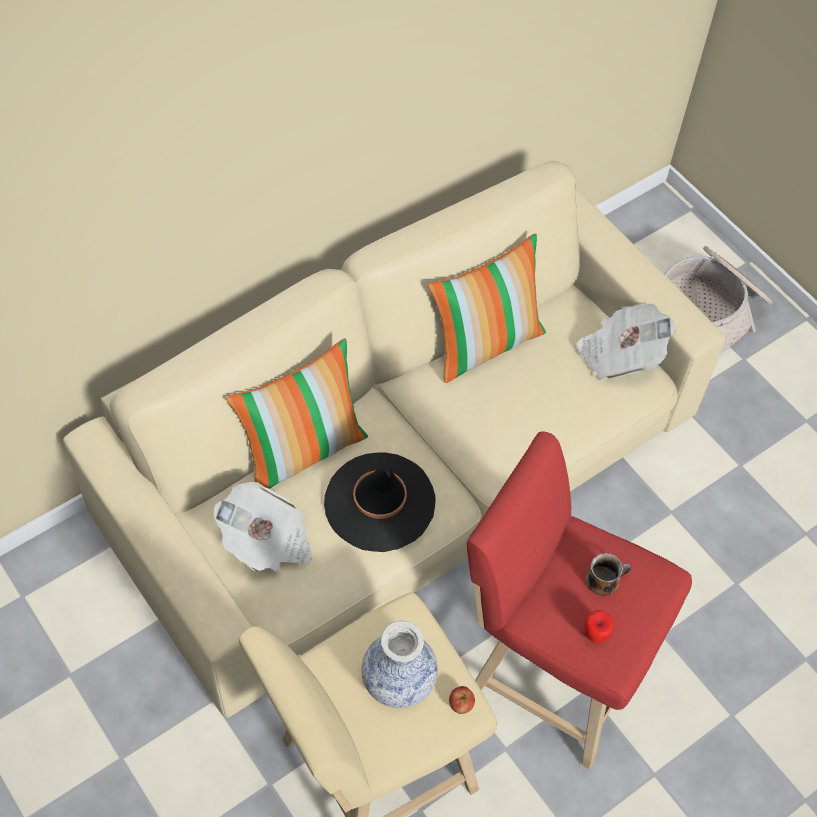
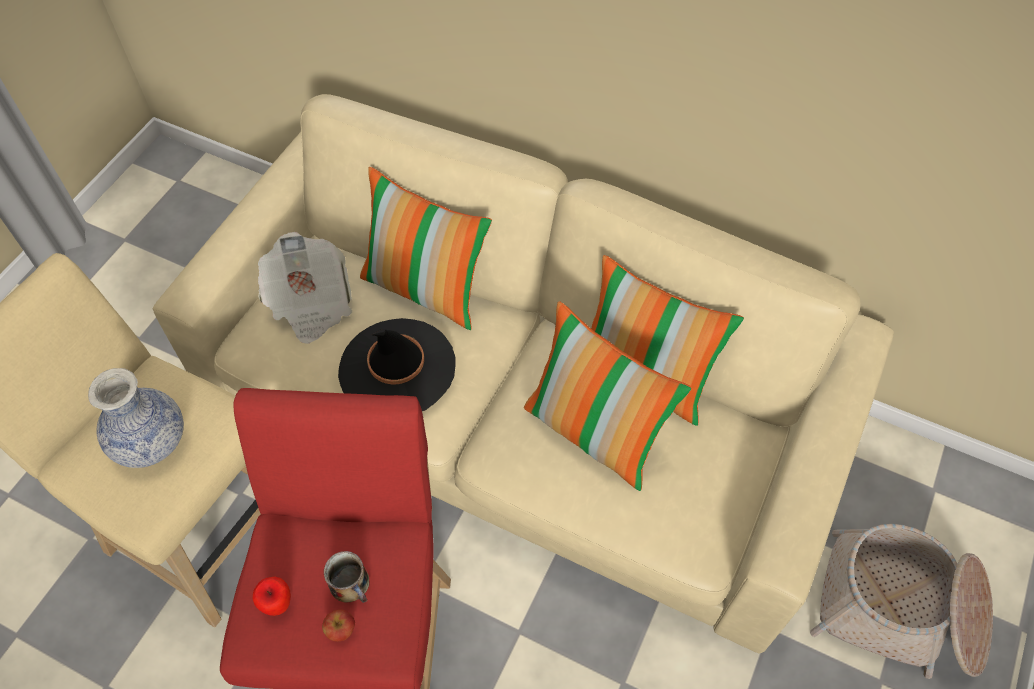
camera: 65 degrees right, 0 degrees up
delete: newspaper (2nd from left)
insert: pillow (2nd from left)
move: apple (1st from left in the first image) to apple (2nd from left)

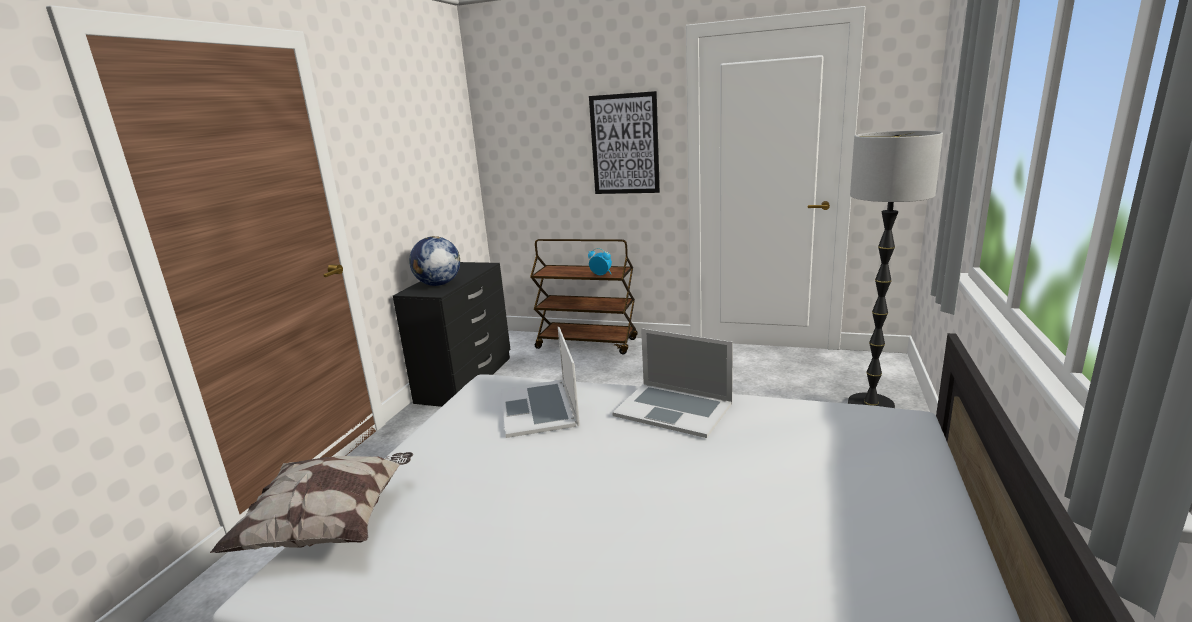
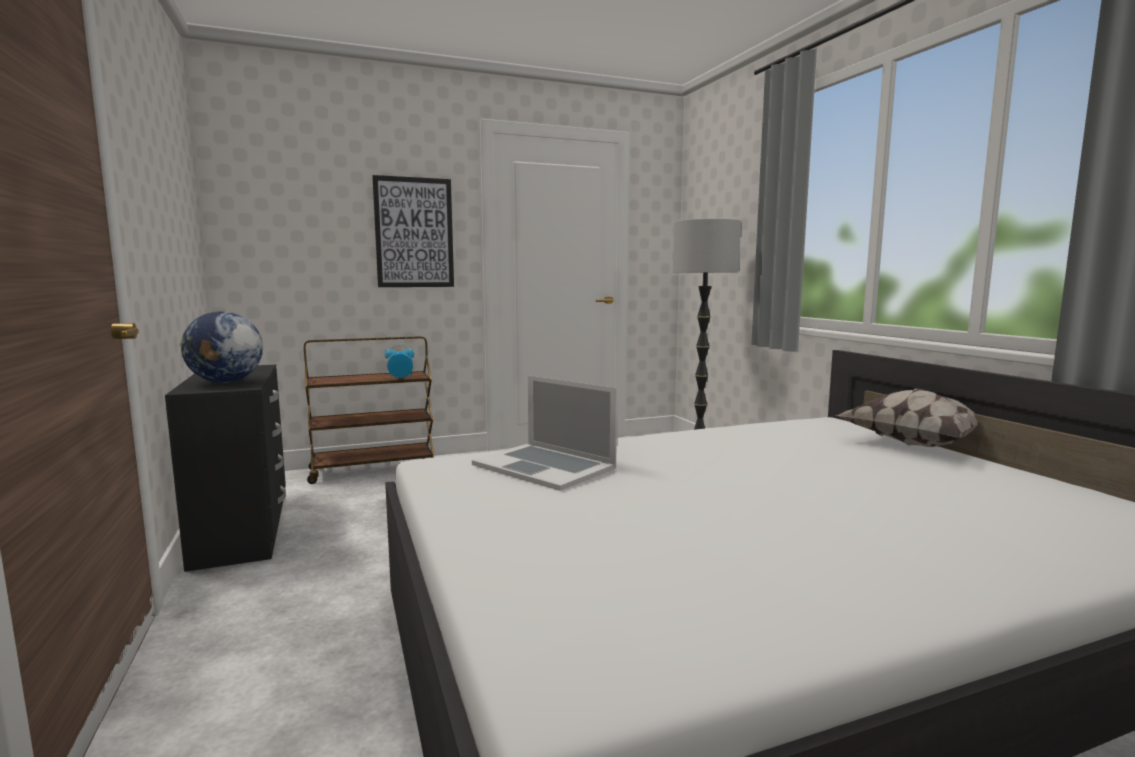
camera: 40 degrees left, 10 degrees down
delete: laptop (2nd from left)
move: pillow

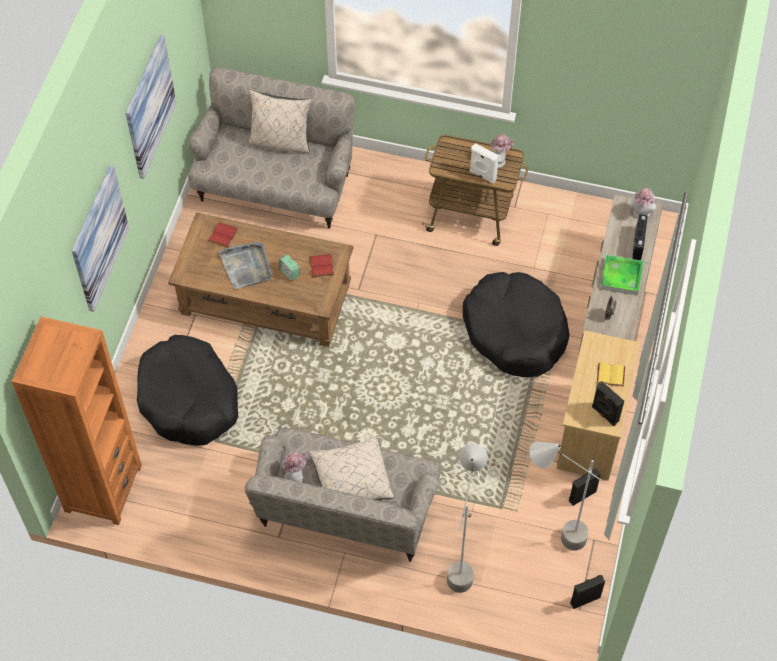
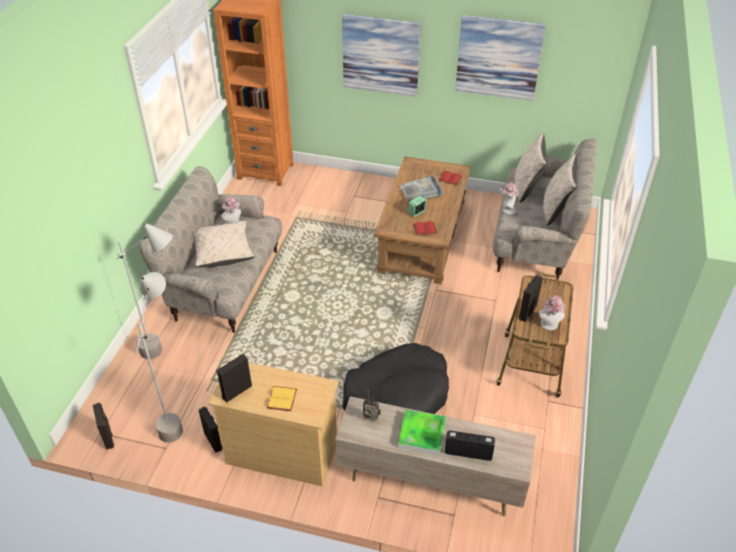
camera: 90 degrees right, 15 degrees down
delete: dog bed (black) (1st from left)
insert: pillow (beige) (2nd from left)
move: hat (3rd from left in the first image) to hat (2nd from left)
recolor: speaker (white) to speaker (black) (4th from left)

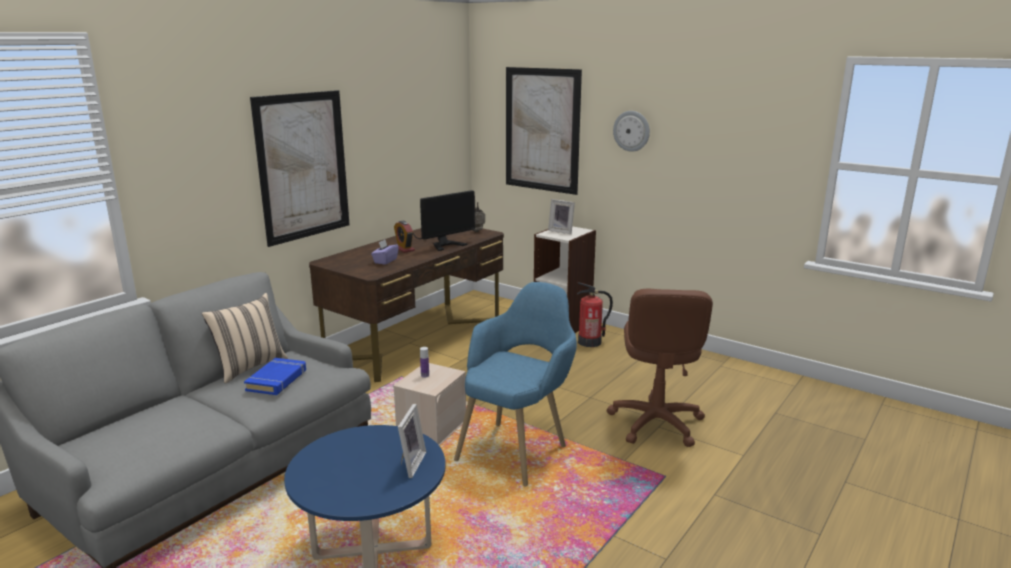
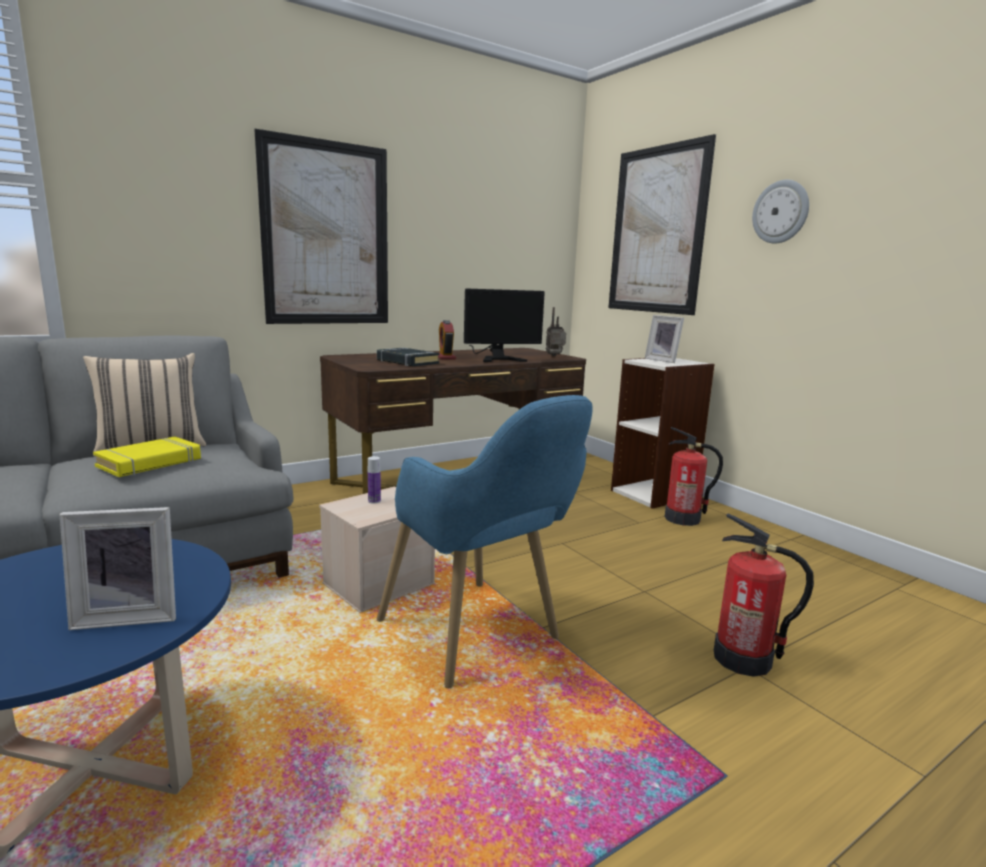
camera: 20 degrees right, 5 degrees down
replace: tissue box (purple) to book (black); office chair (brown) to fire extinguisher (2nd from left)
recolor: book (blue) to book (yellow)
rotate: picture frame (1st from left) 45 degrees clockwise; armchair (blue) 90 degrees clockwise

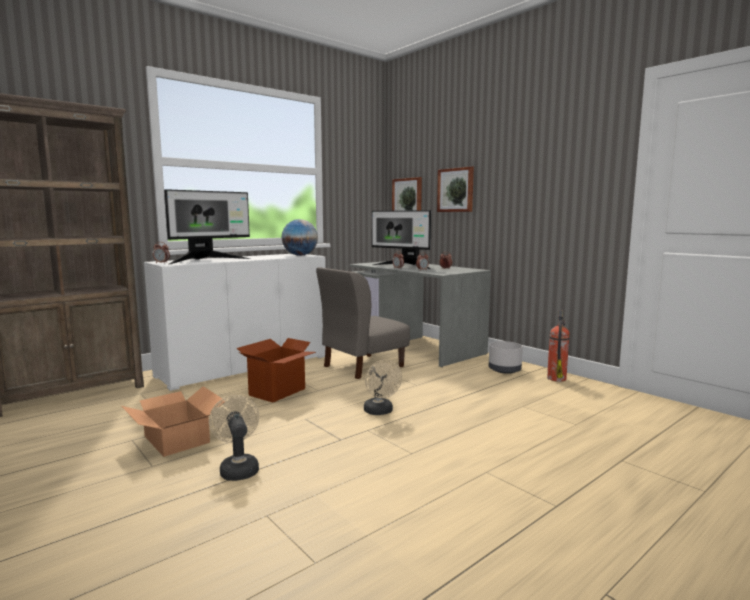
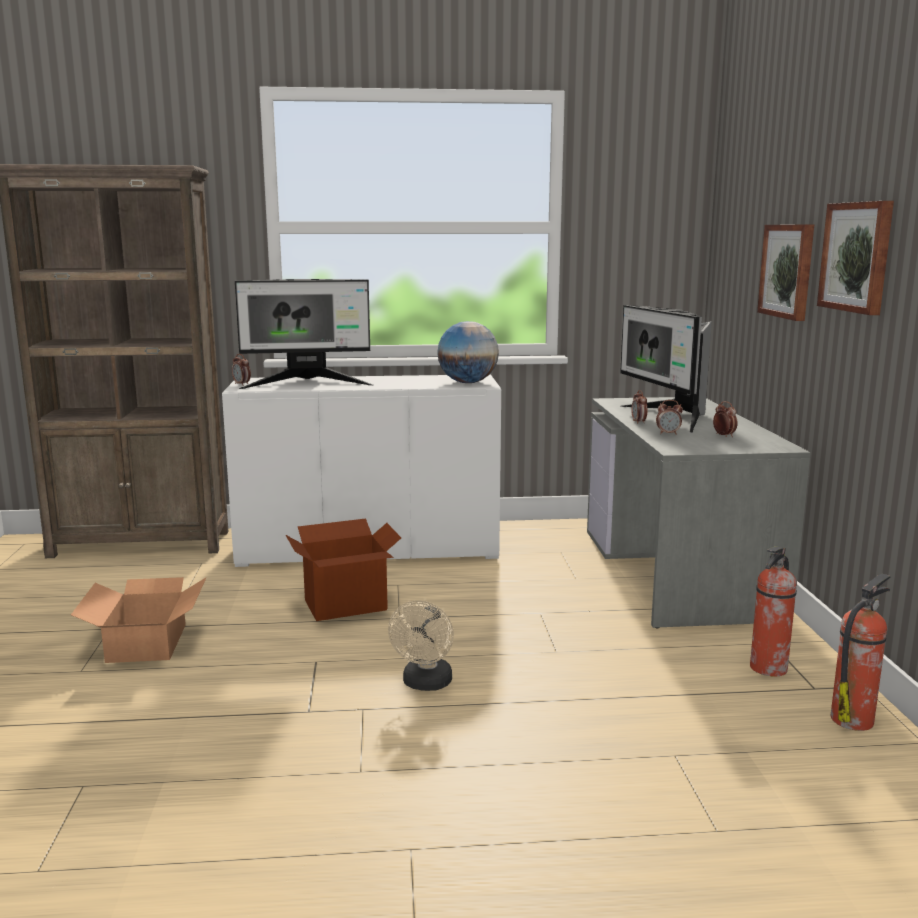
camera: 35 degrees right, 5 degrees up
delete: fan (beige) (1st from left); chair (grey)
move: picture (1st from left in the first image) to picture (2nd from left)
replace: planter (grey) to fire extinguisher (1st from left)

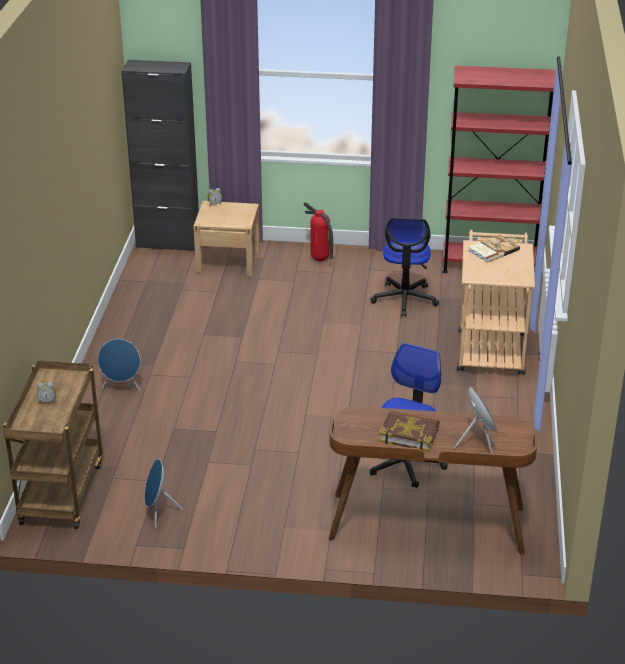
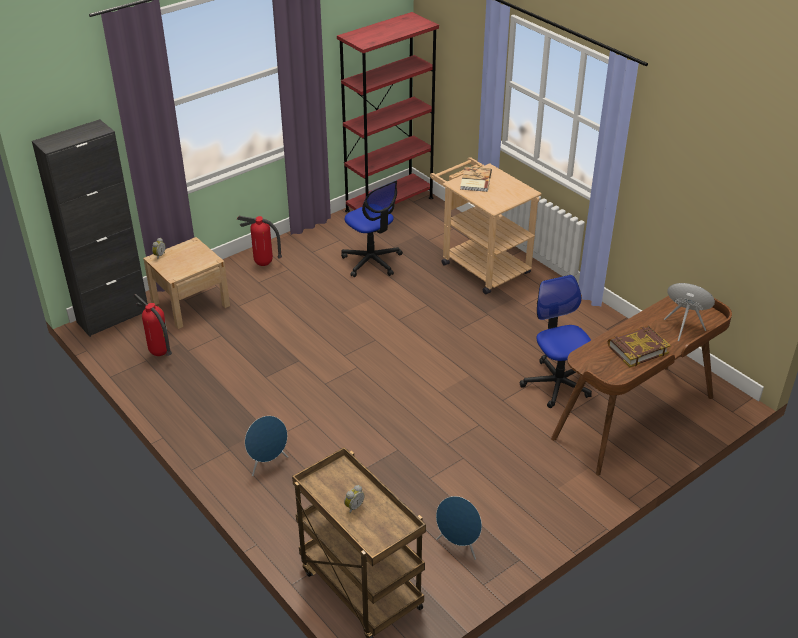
camera: 45 degrees left, 5 degrees up
insert: fire extinguisher (1st from left)

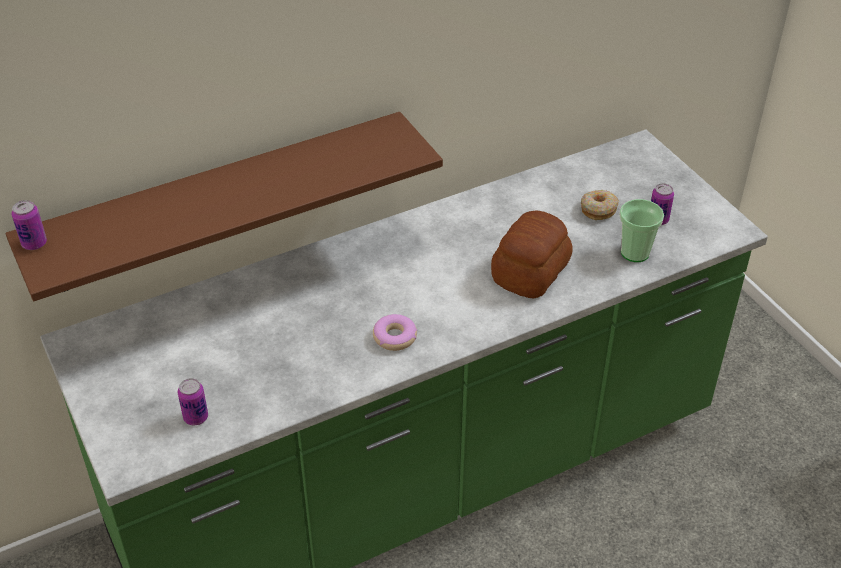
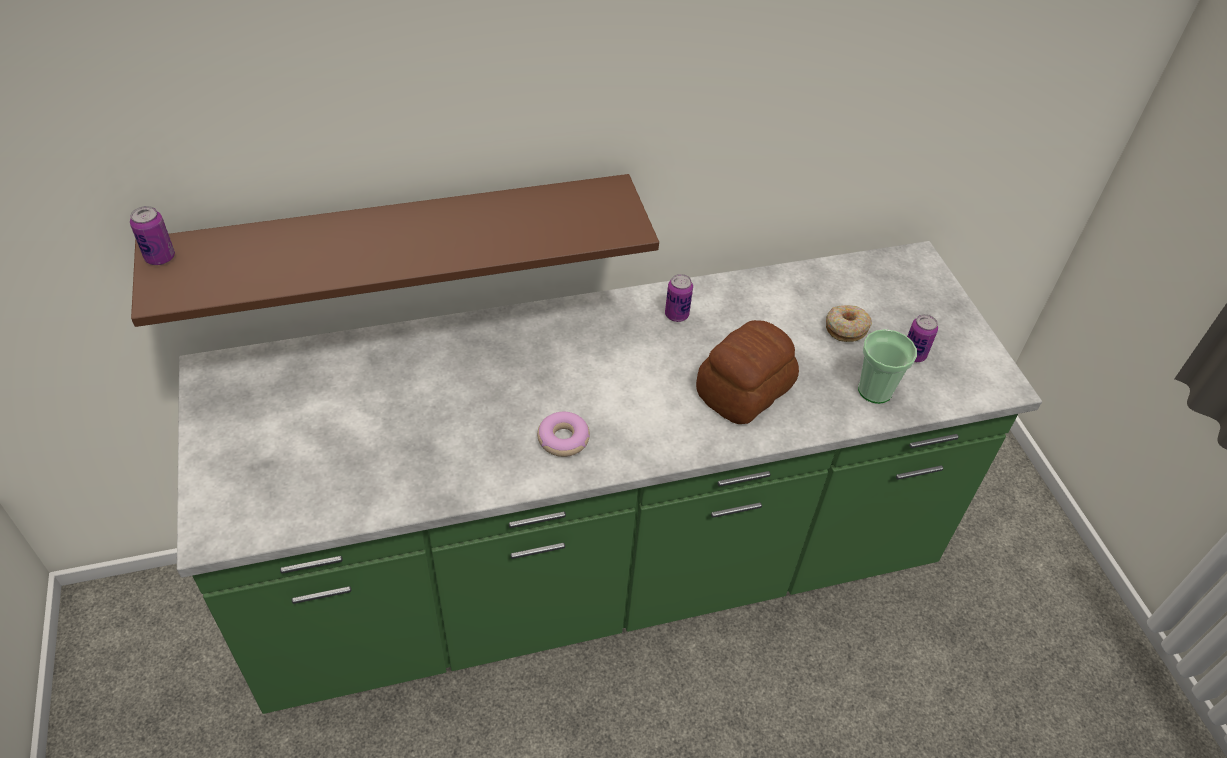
camera: 10 degrees right, 5 degrees up
move: can (2nd from left)

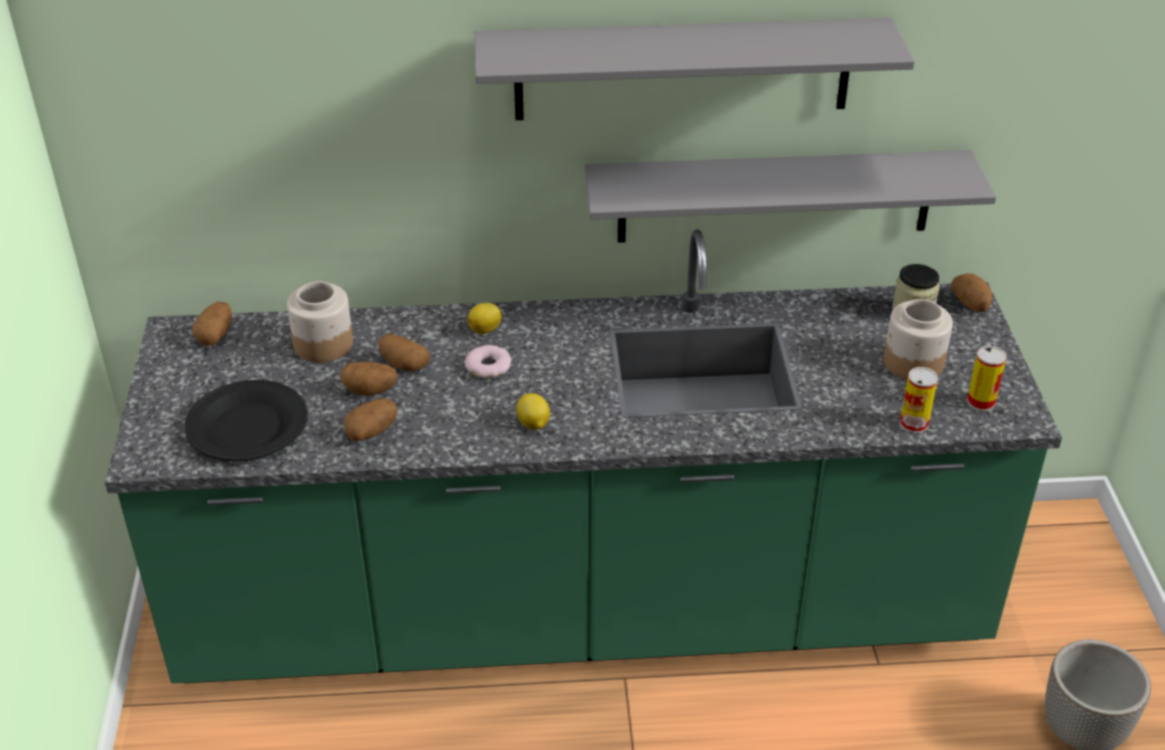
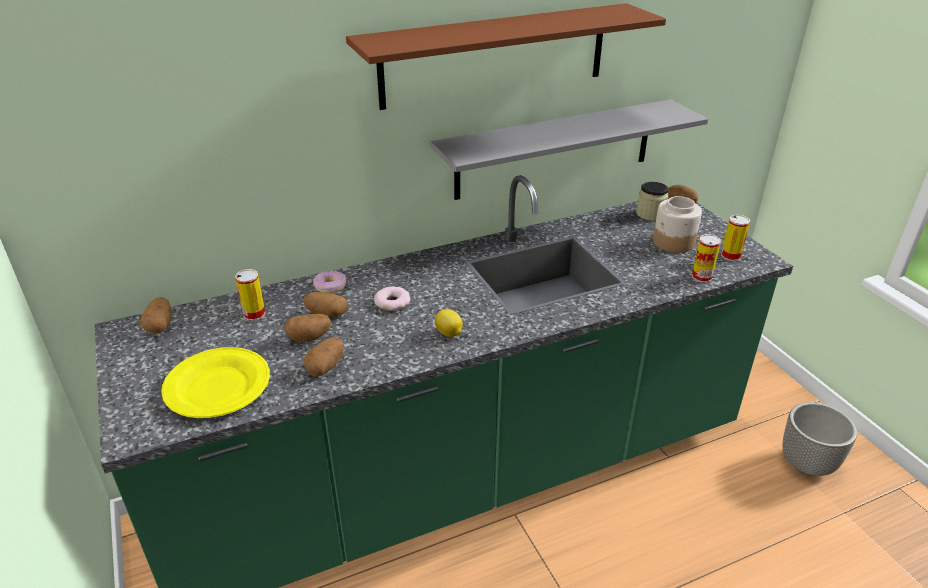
camera: 20 degrees left, 5 degrees down
delete: lemon (1st from left)
insert: donut (1st from left)
replace: jar (1st from left) to can (1st from left)
recolor: plate (black) to plate (yellow); shelf (grey) (1st from left) to shelf (brown)

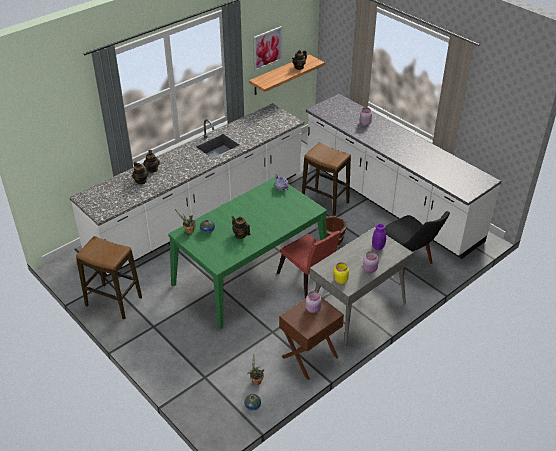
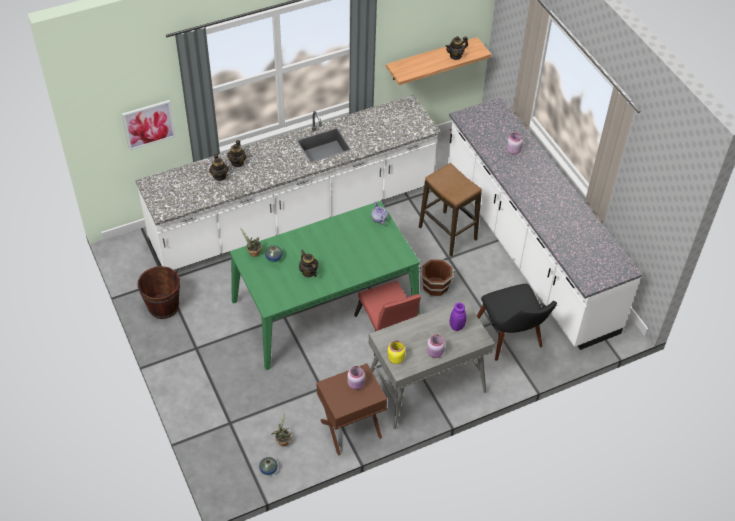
camera: 15 degrees right, 10 degrees up
move: picture
replace: stool (1st from left) to bucket (brown) (1st from left)

